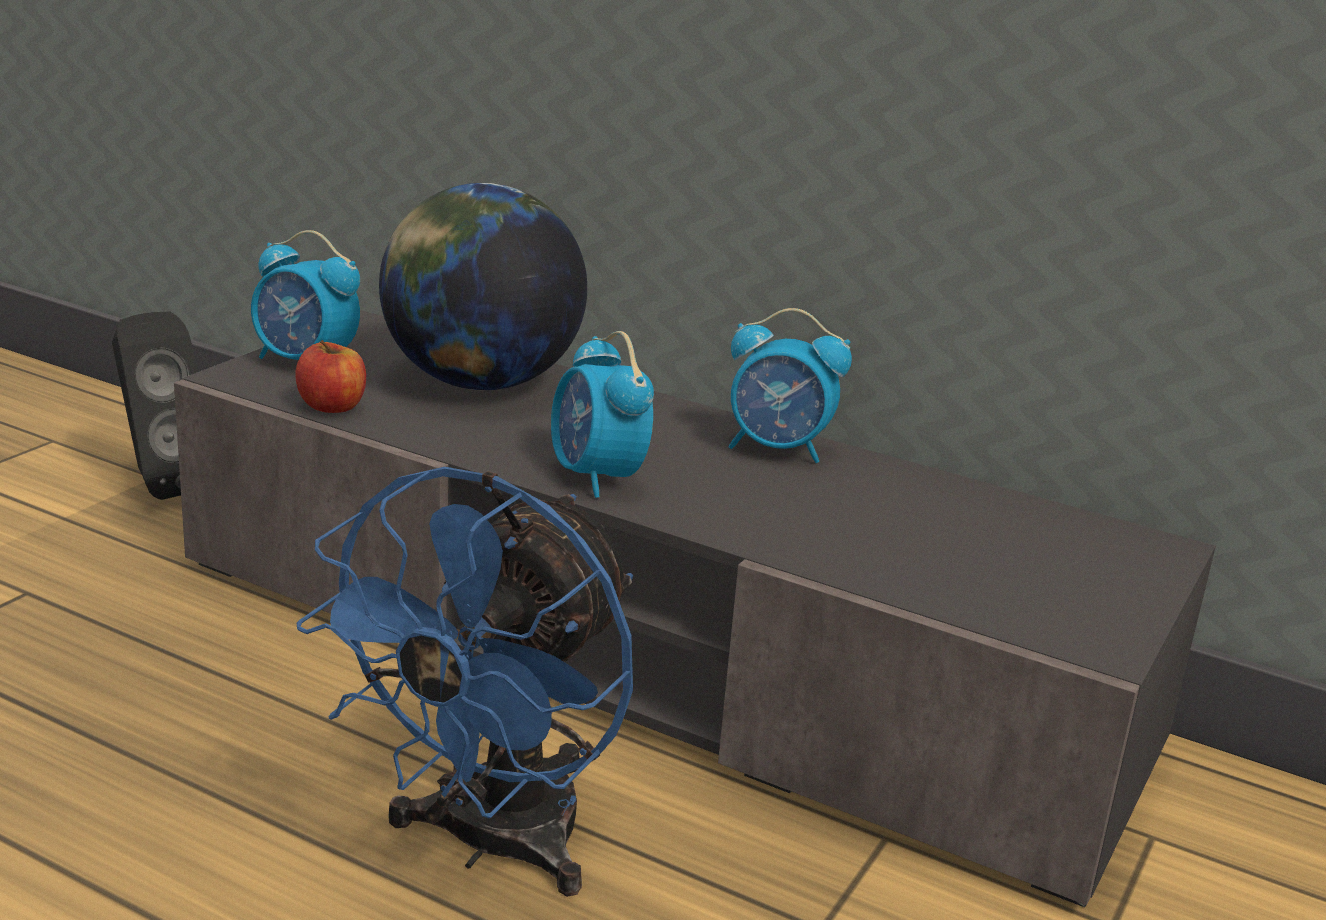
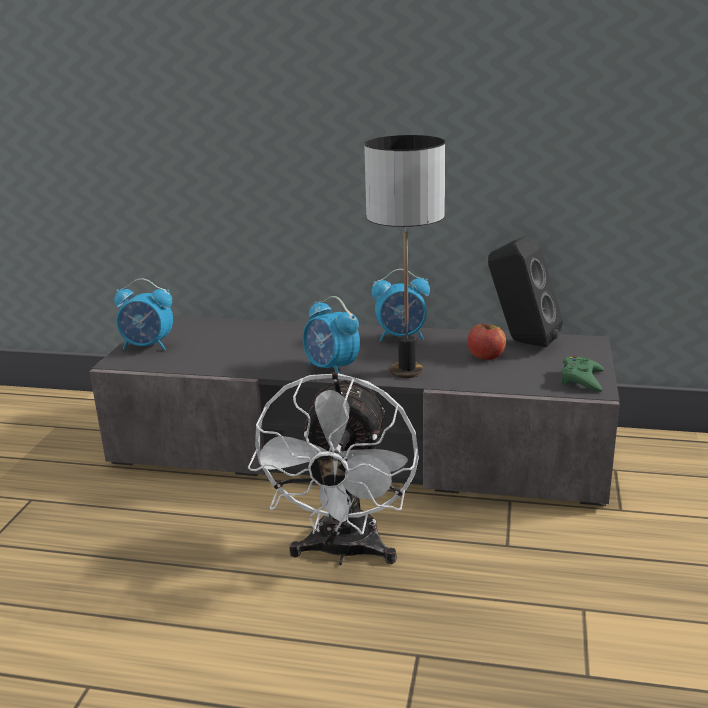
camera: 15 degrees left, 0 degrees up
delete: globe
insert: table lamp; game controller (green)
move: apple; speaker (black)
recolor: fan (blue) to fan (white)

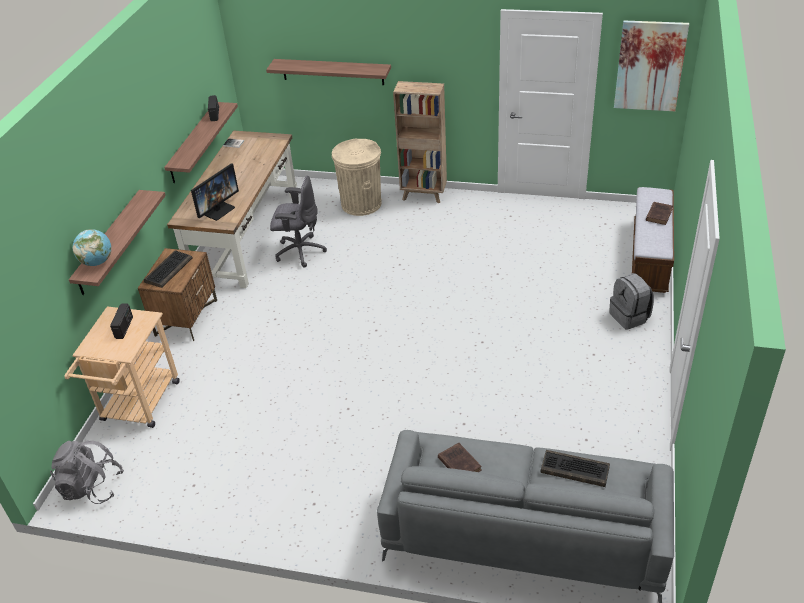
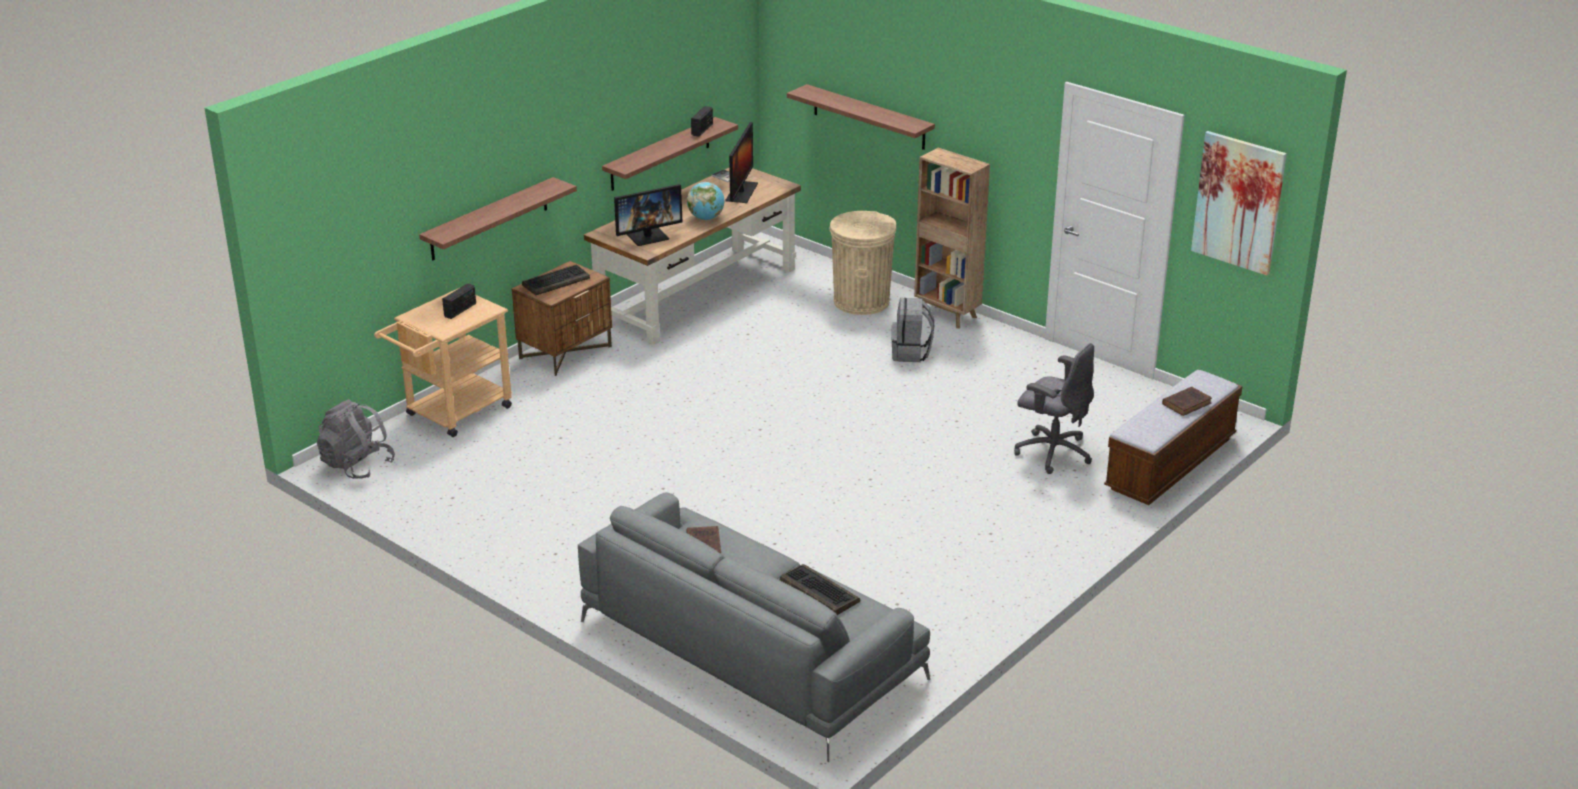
camera: 25 degrees right, 10 degrees down
insert: monitor (2nd from left)
move: globe; backpack (grey) (2nd from left); office chair (grey)

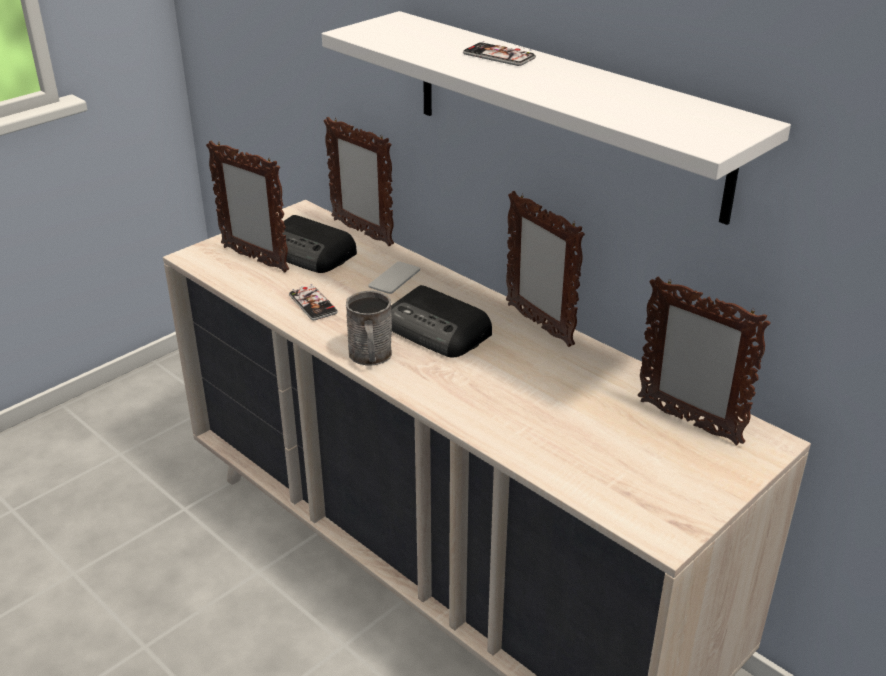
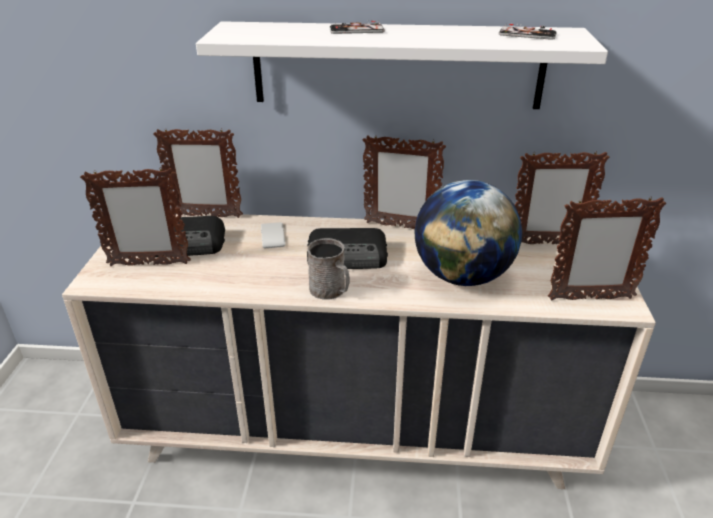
camera: 40 degrees left, 0 degrees up
insert: globe; picture frame (5th from left)
move: phone (1st from left in the first image) to phone (3rd from left)

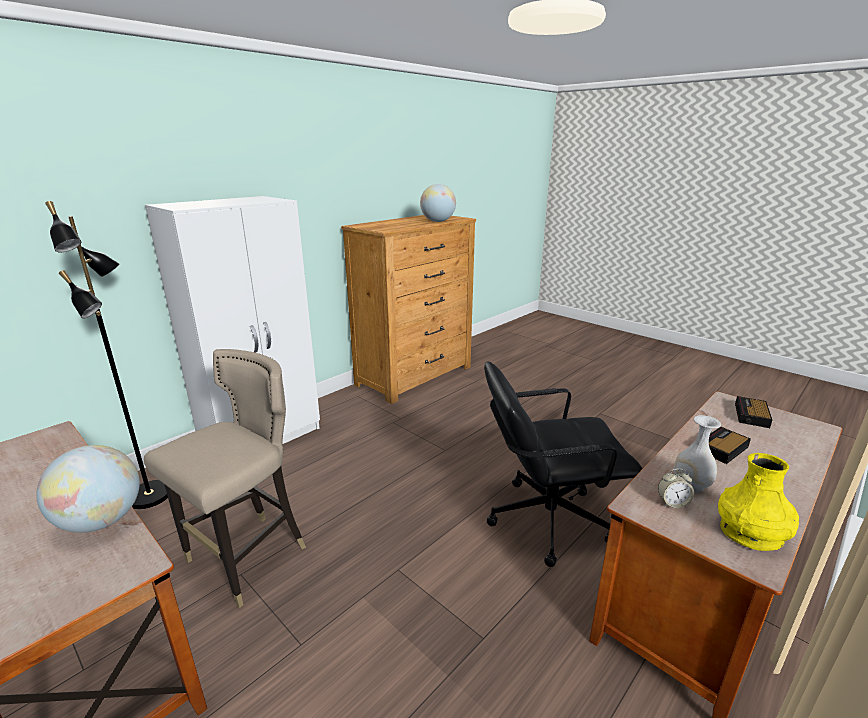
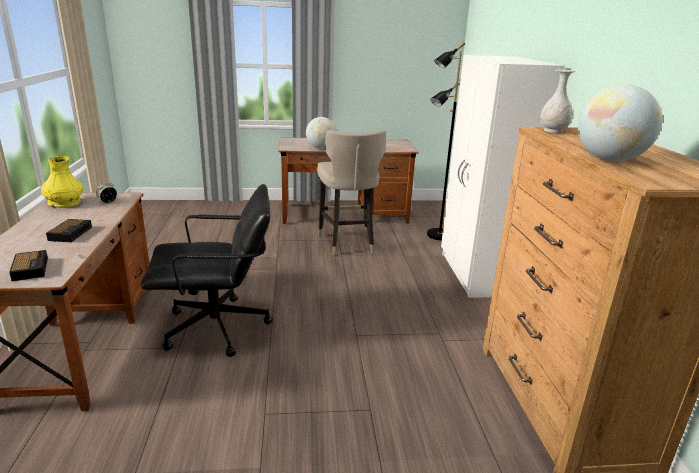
camera: 130 degrees right, 0 degrees up
move: vase (white)
rotate: office chair (black) 45 degrees clockwise

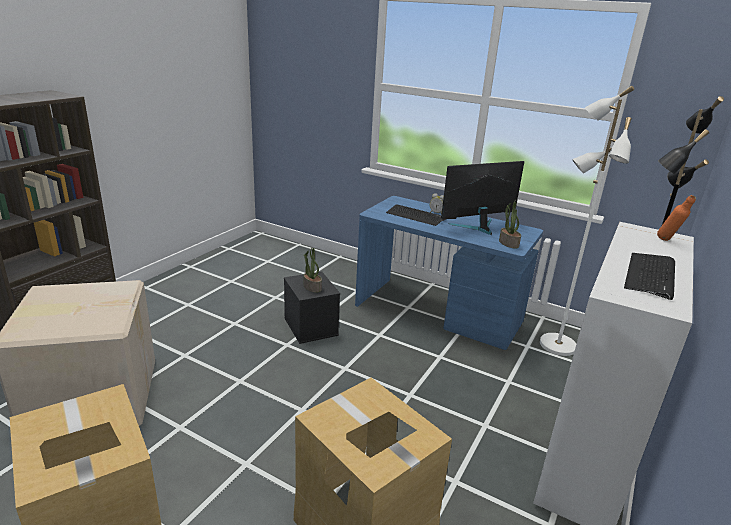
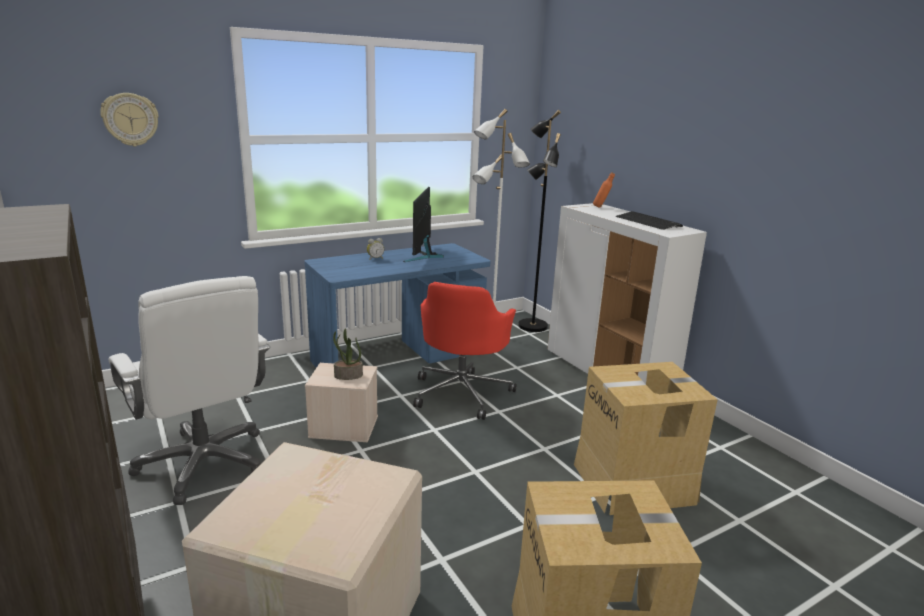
camera: 60 degrees left, 5 degrees down
delete: keyboard (1st from left); potted plant (2nd from left)
insert: wall clock; office chair (white); office chair (red)
recolor: storage box (black) to storage box (beige)

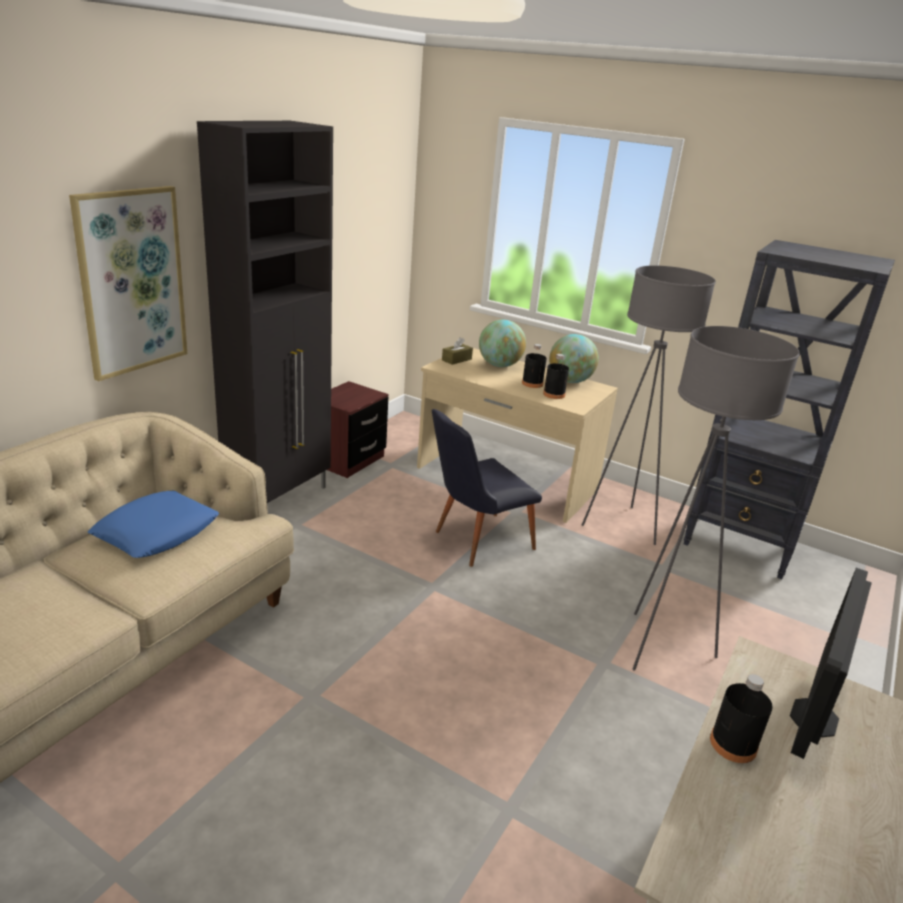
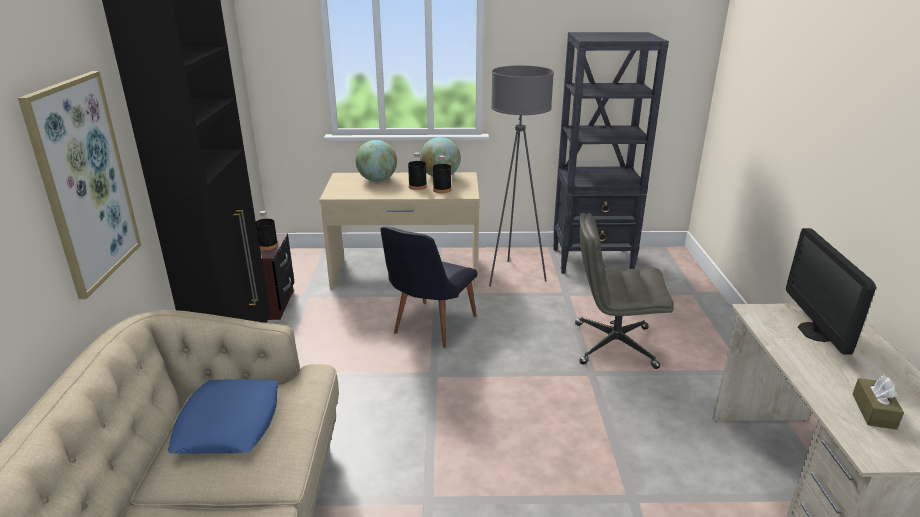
camera: 30 degrees left, 0 degrees up
move: bottle (black) (3rd from left in the first image) to bottle (black) (1st from left); tissue box (brown)
replace: floor lamp (grey) (2nd from left) to office chair (grey)

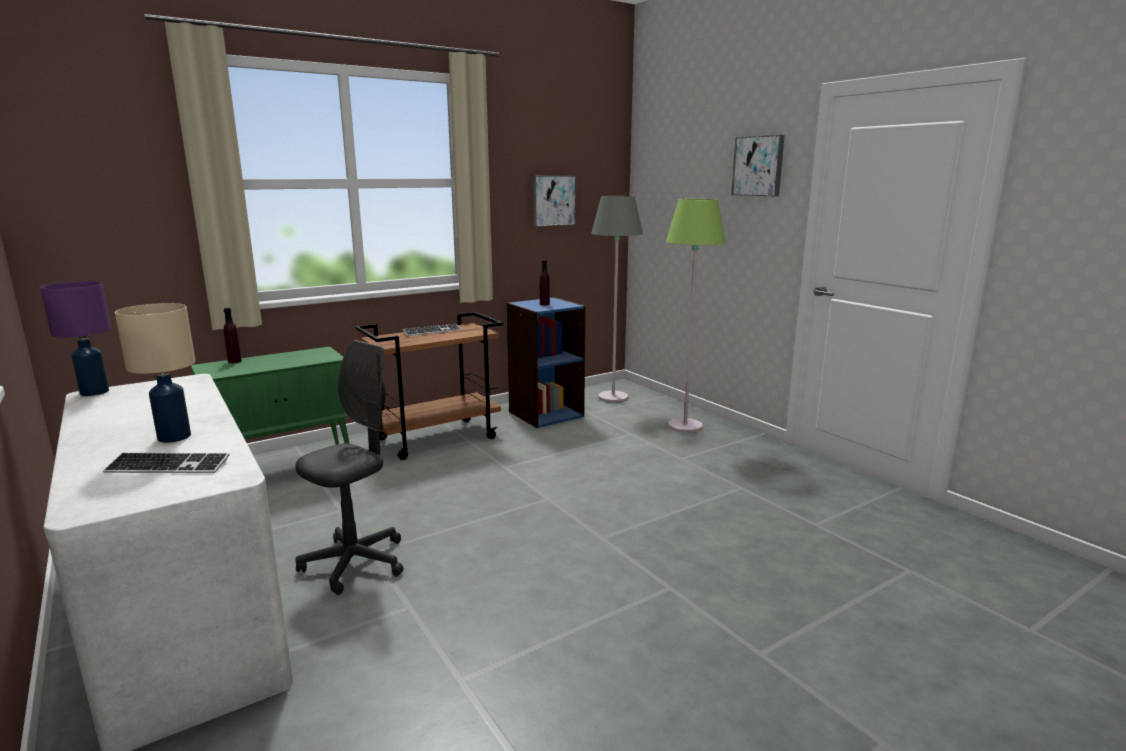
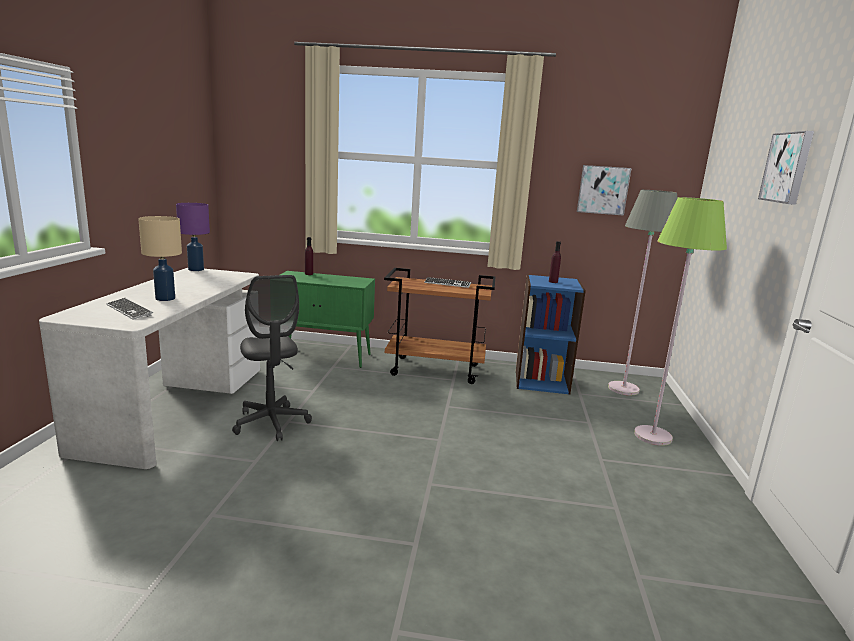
camera: 40 degrees right, 0 degrees up
rotate: office chair (grey) 75 degrees clockwise

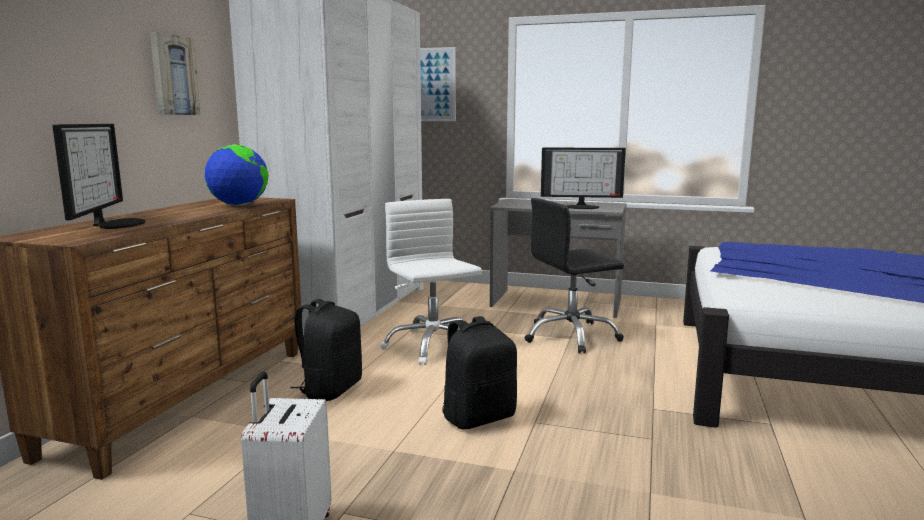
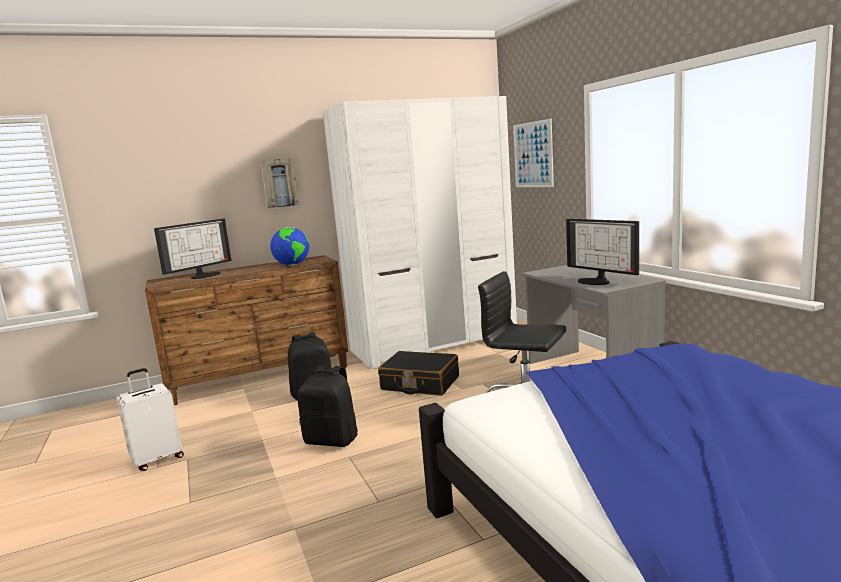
camera: 50 degrees right, 0 degrees up
replace: office chair (white) to suitcase (black)

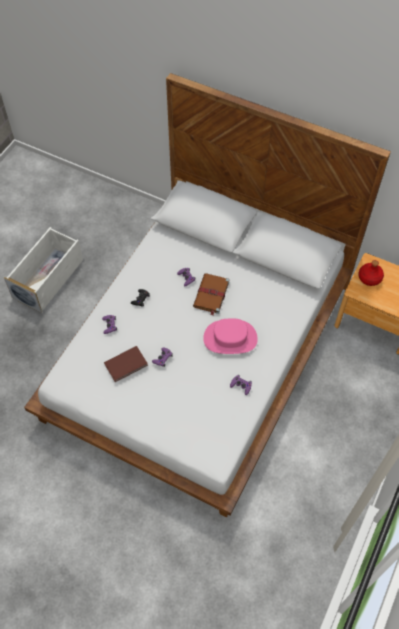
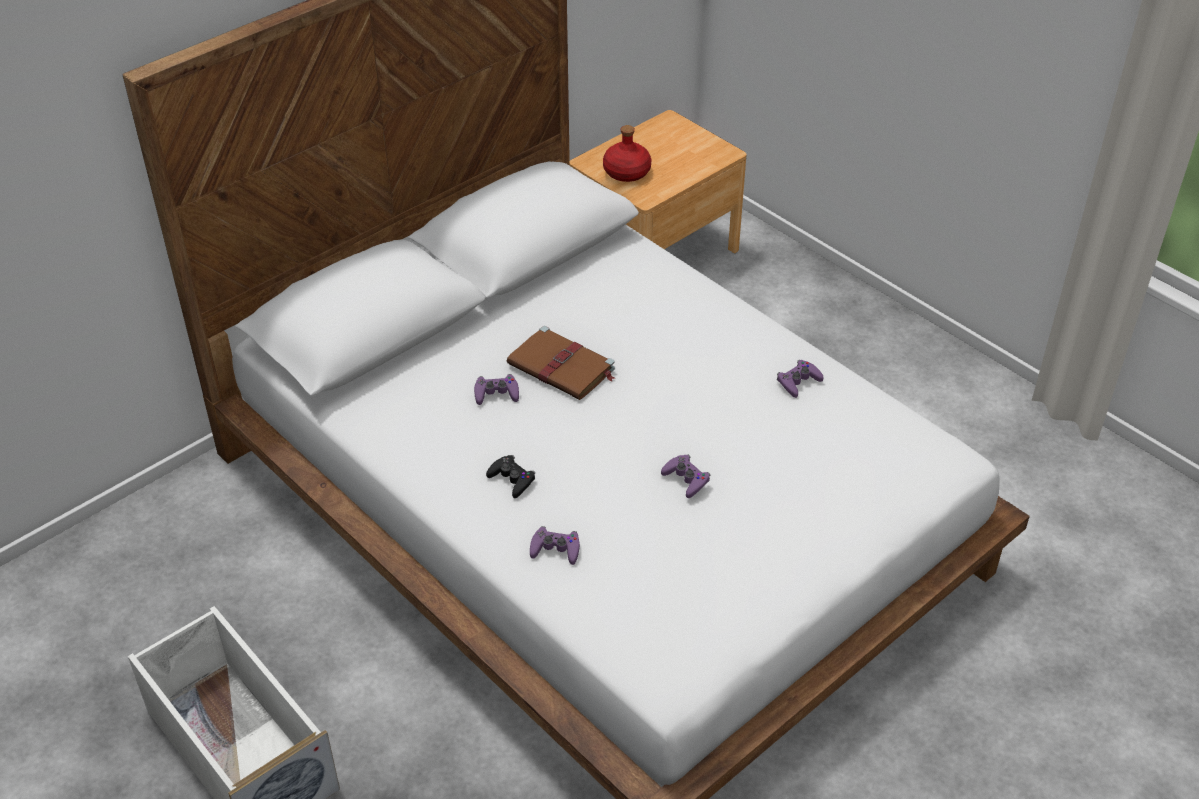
camera: 70 degrees left, 15 degrees down
delete: book (brown) (1st from left); hat (pink)

